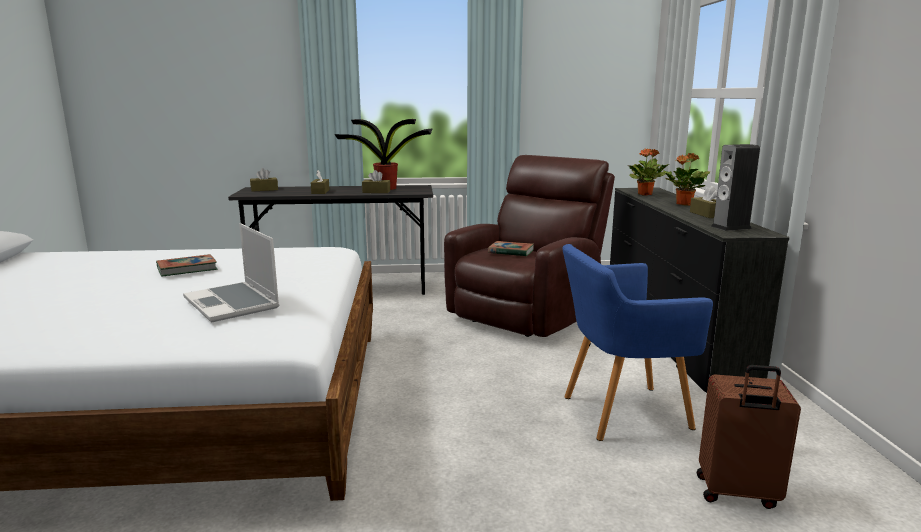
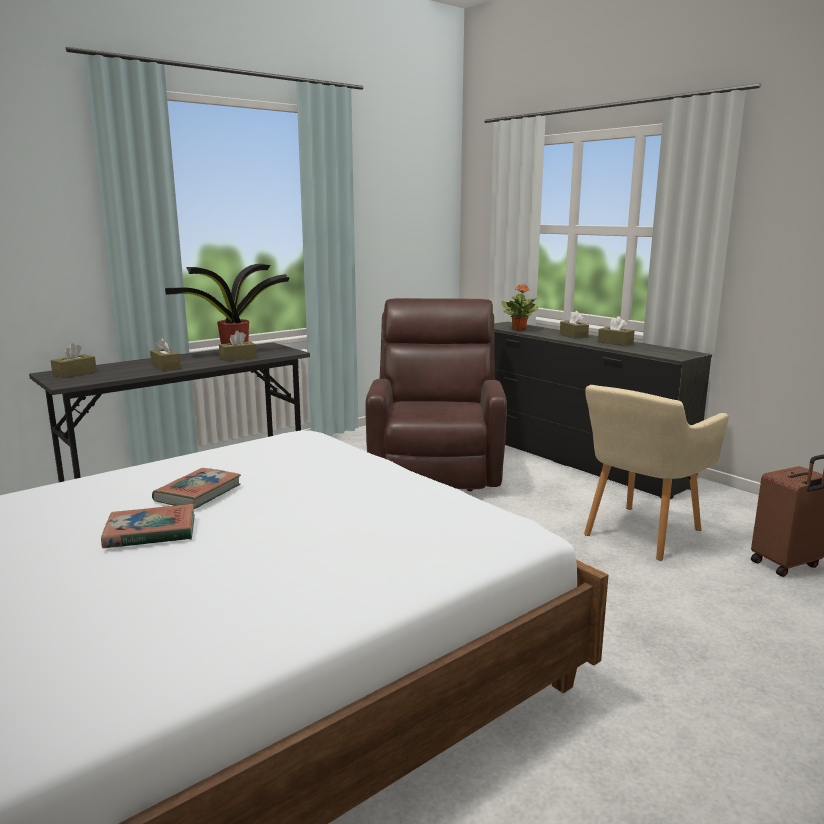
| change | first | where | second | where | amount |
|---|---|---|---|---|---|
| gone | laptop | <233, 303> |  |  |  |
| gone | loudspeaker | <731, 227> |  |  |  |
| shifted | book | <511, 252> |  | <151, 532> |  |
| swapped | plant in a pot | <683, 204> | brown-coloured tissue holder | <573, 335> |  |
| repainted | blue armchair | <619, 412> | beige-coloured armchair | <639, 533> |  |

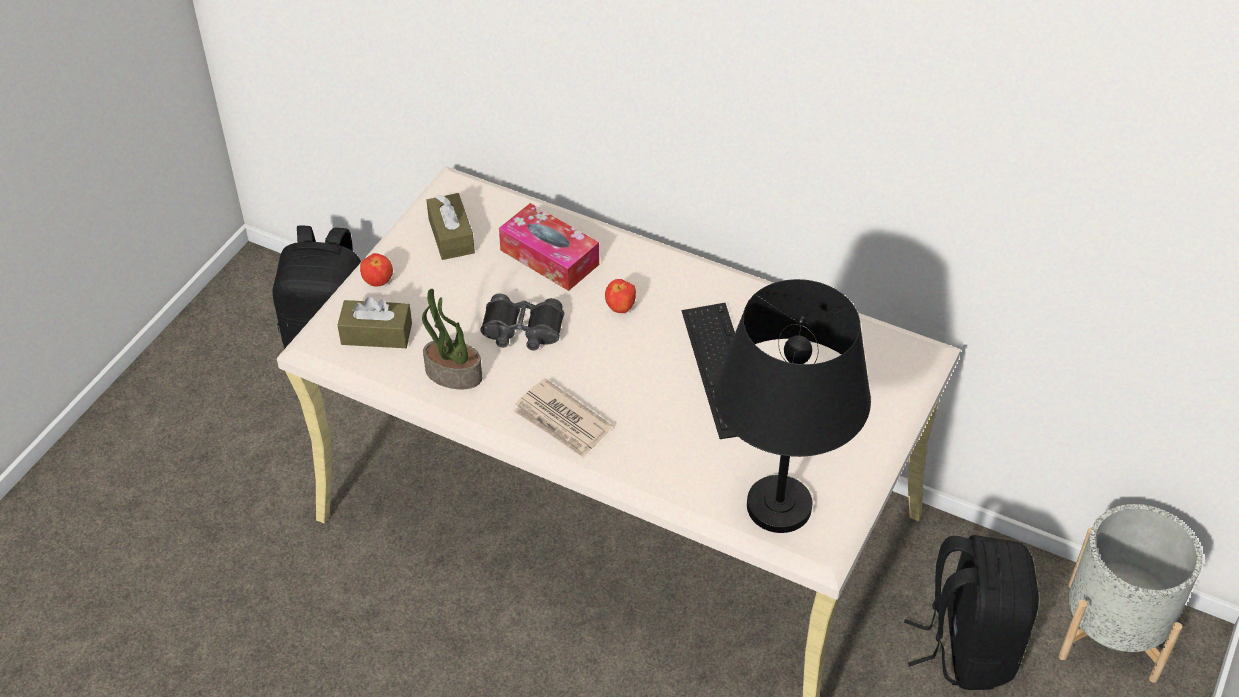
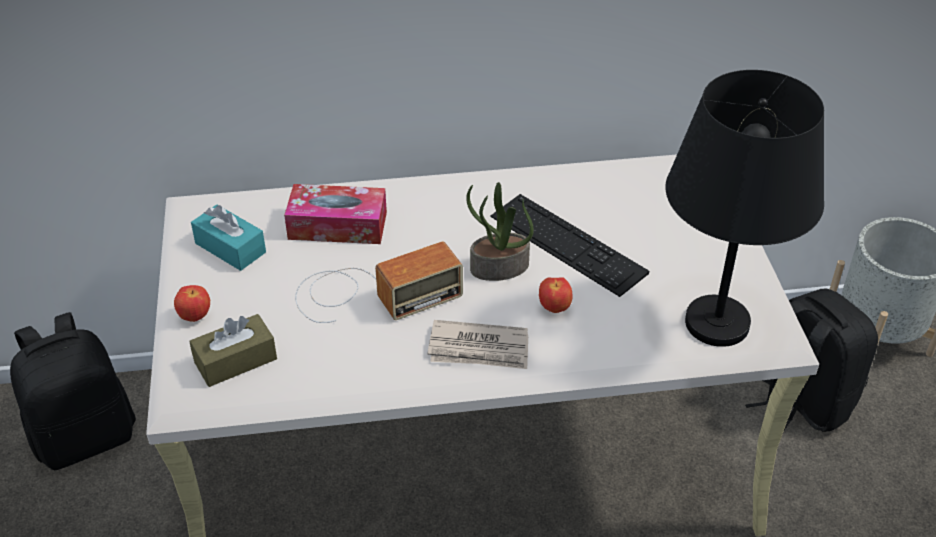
| change | first | where | second | where | amount |
|---|---|---|---|---|---|
| shifted | plant in a pot | <452, 374> |  | <499, 268> |  |
| shifted | apple fruit | <620, 308> |  | <555, 308> |  |
| swapped | black binoculars | <522, 331> | radio | <371, 293> |  |
| repainted | brown-coloured tissue holder | <451, 236> | turquoise-coloured tissue holder | <230, 248> |  |

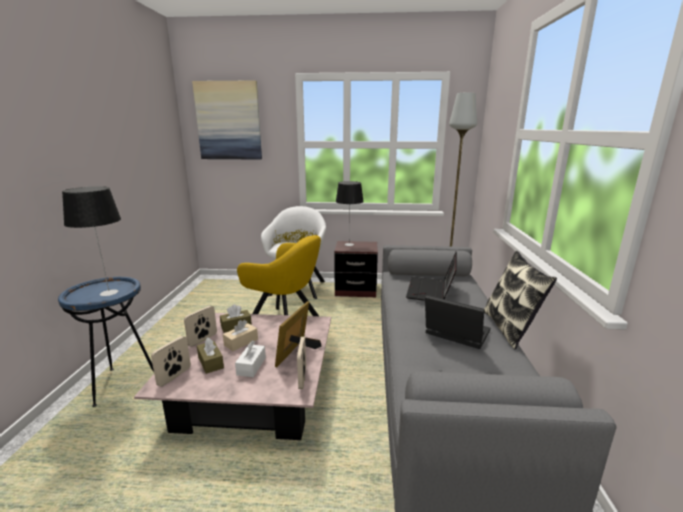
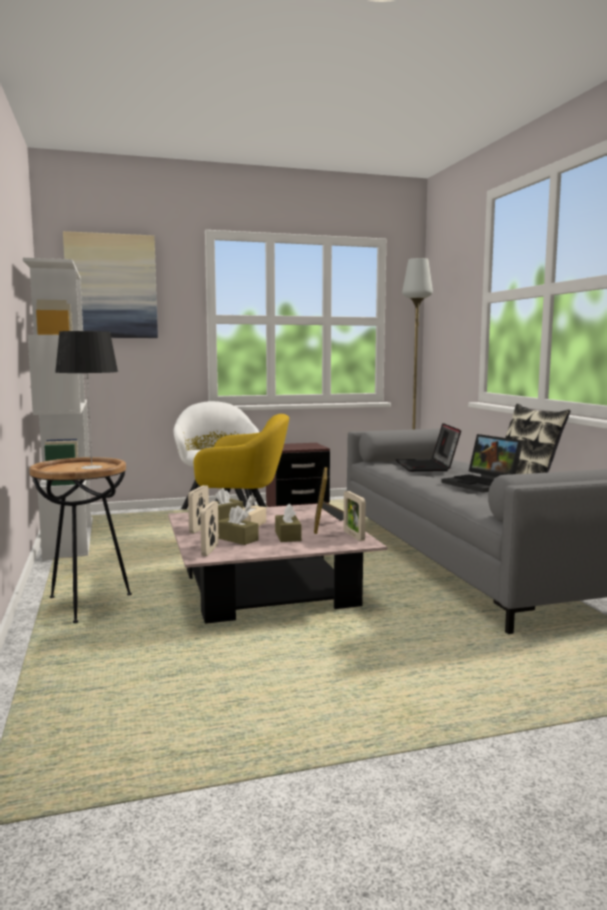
| change | first | where | second | where | amount |
|---|---|---|---|---|---|
| gone | lamp for a table | <349, 244> |  |  |  |
| new |  |  | whitish bookshelf | <69, 537> |  |
| repainted | blue accent table | <122, 384> | brown-coloured accent table | <86, 605> |  |
| repainted | whitish tissue holder | <251, 366> | brown-coloured tissue holder | <288, 536> |  |
| rotated | laptop | <454, 334> |  | <483, 484> | 135 degrees counterclockwise |

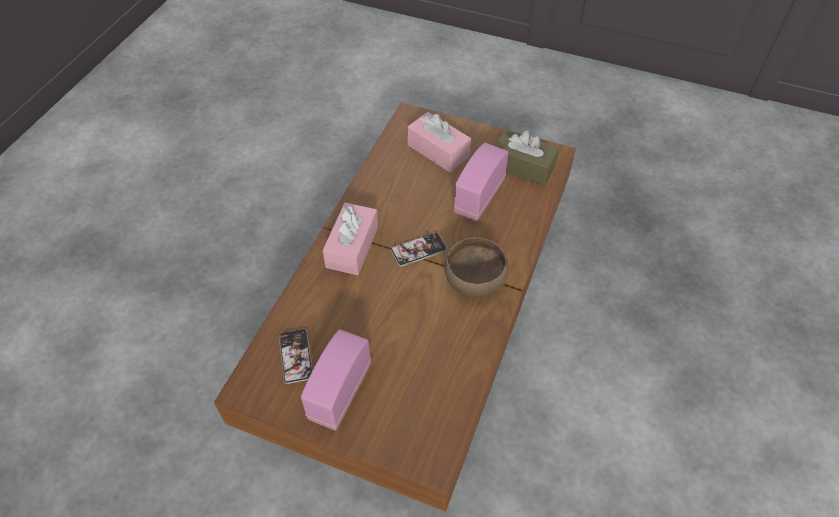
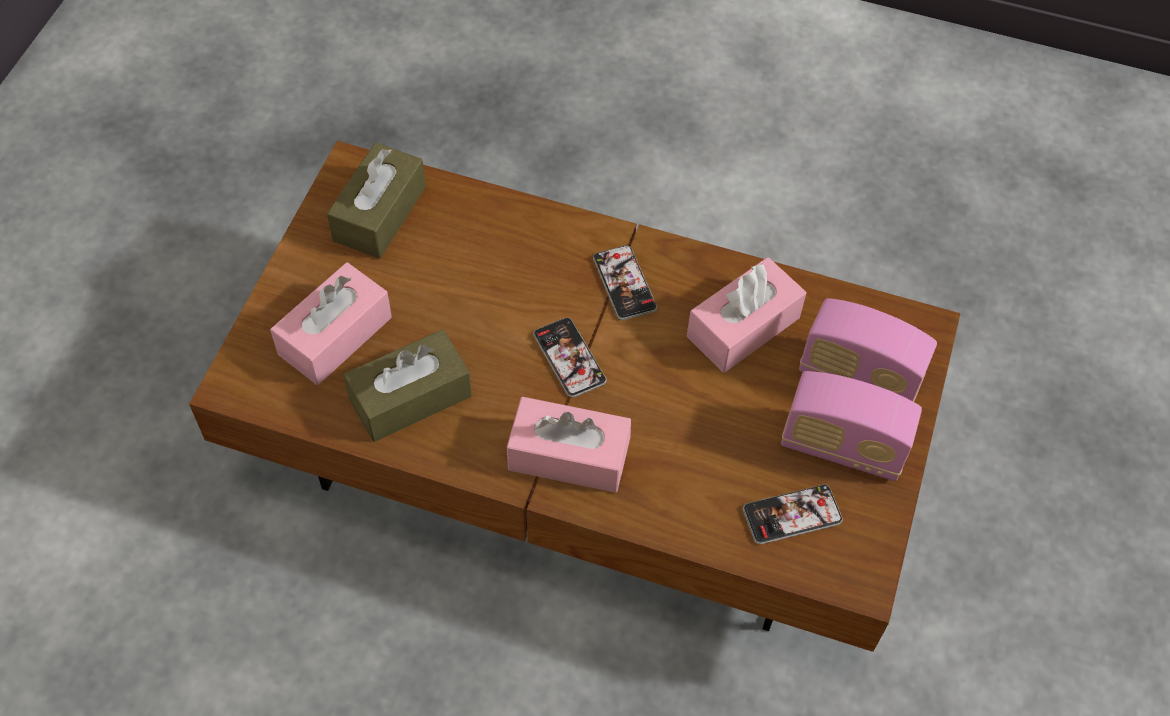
| change | first | where | second | where | amount |
|---|---|---|---|---|---|
| new |  |  | brown-coloured tissue holder | <410, 397> |  |
| new |  |  | pink-coloured tissue holder | <743, 327> |  |
| shifted | radio | <479, 197> |  | <858, 378> |  |
| swapped | brown-coloured serving bowl | <473, 280> | telephone | <624, 283> |  |

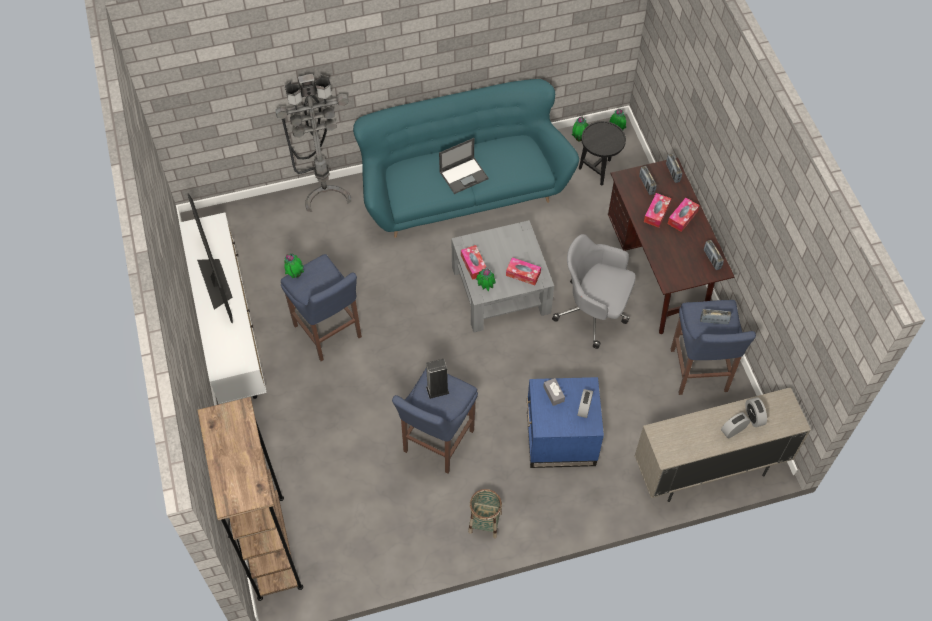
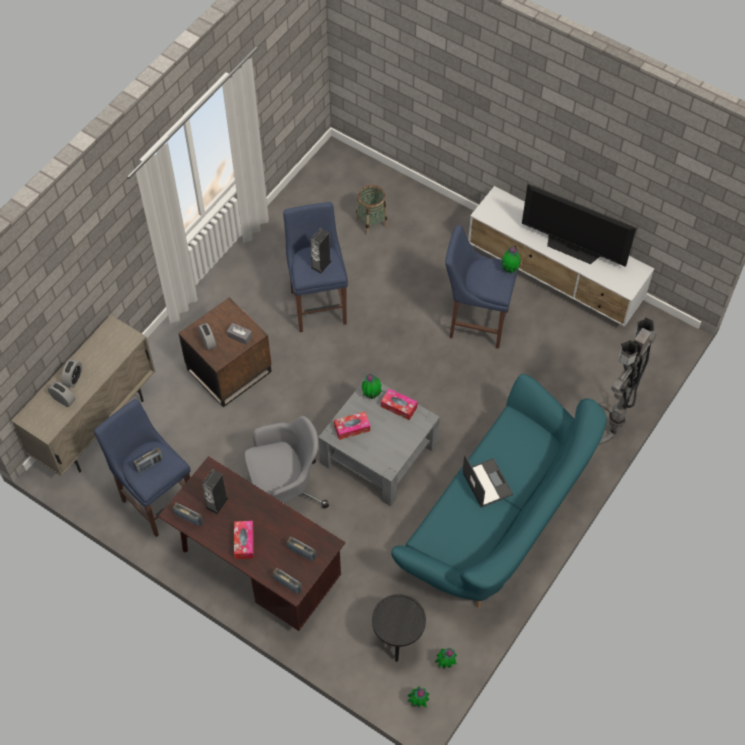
| change | first | where | second | where | amount |
|---|---|---|---|---|---|
| gone | brown-coloured bookshelf | <271, 547> |  |  |  |
| gone | tissue holder | <656, 213> |  |  |  |
| new |  |  | loudspeaker | <217, 503> |  |
| shifted | storage basket | <484, 522> |  | <371, 222> |  |
| repainted | blue accent table | <560, 439> | brown-coloured accent table | <228, 370> |  |
| rotated | laptop | <464, 175> |  | <486, 482> | 135 degrees clockwise |

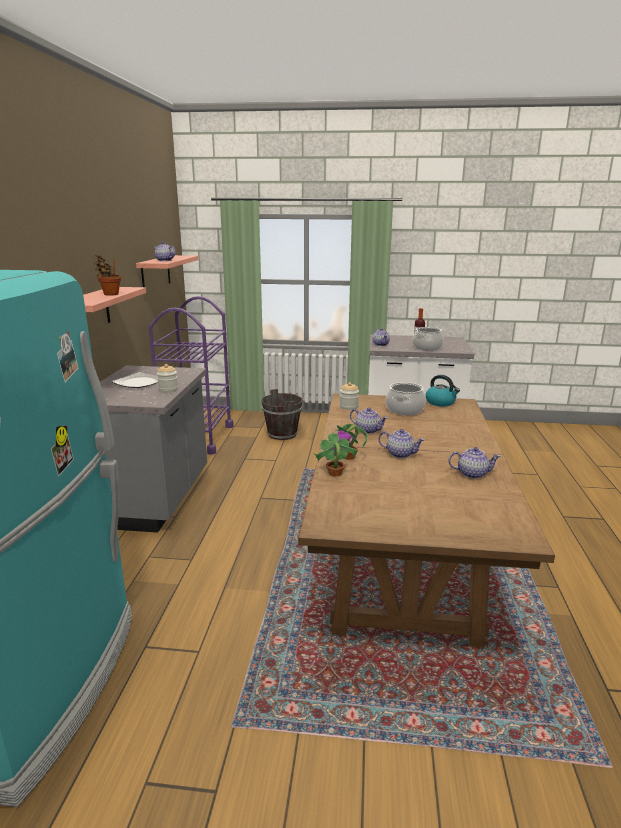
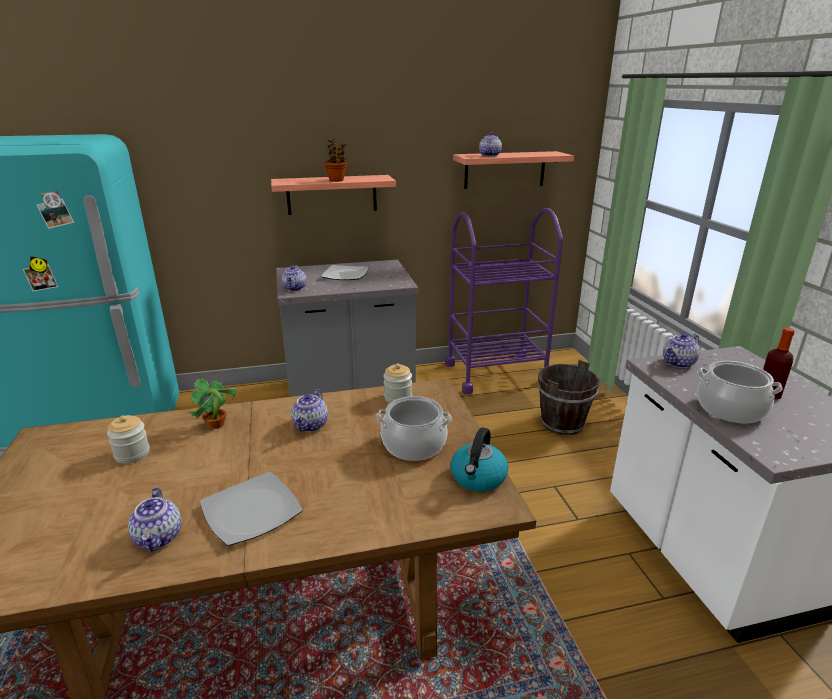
| change | first | where | second | where | amount |
|---|---|---|---|---|---|
| gone | plant in a pot | <334, 473> |  |  |  |
| new |  |  | flat dish | <252, 510> |  |
| shifted | preserve jar | <168, 389> |  | <132, 454> |  |
| shifted | tea pot | <400, 454> |  | <295, 288> |  |

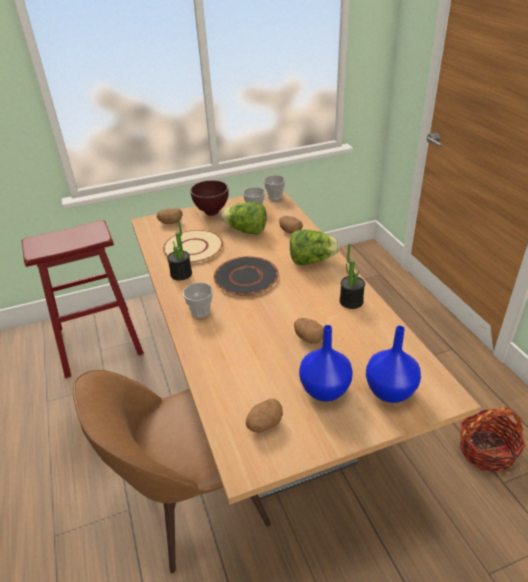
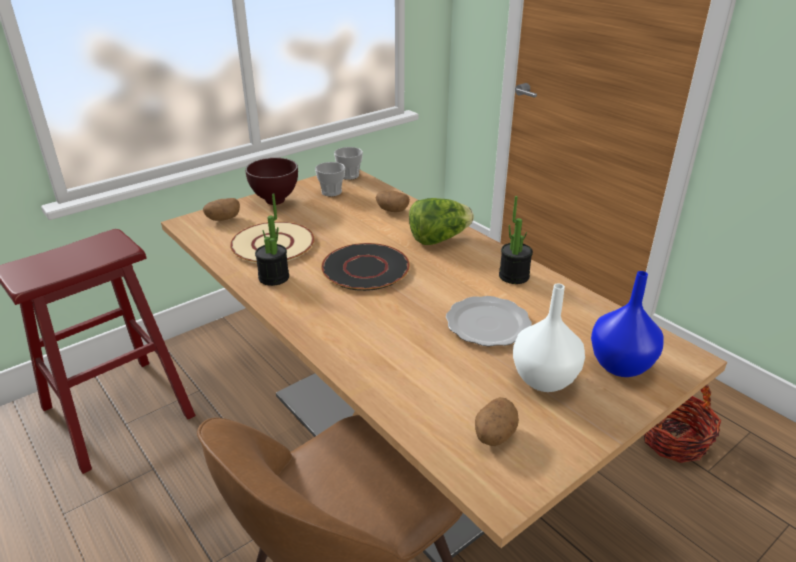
| change | first | where | second | where | amount |
|---|---|---|---|---|---|
| gone | cup | <200, 311> |  |  |  |
| gone | lettuce head | <246, 231> |  |  |  |
| swapped | potato | <309, 338> | flat dish | <488, 325> |  |
| repainted | blue flower vase | <324, 391> | whitish flower vase | <544, 380> |  |

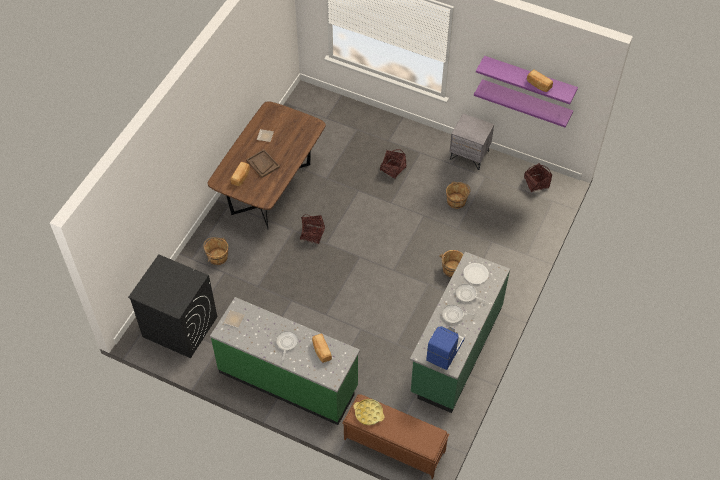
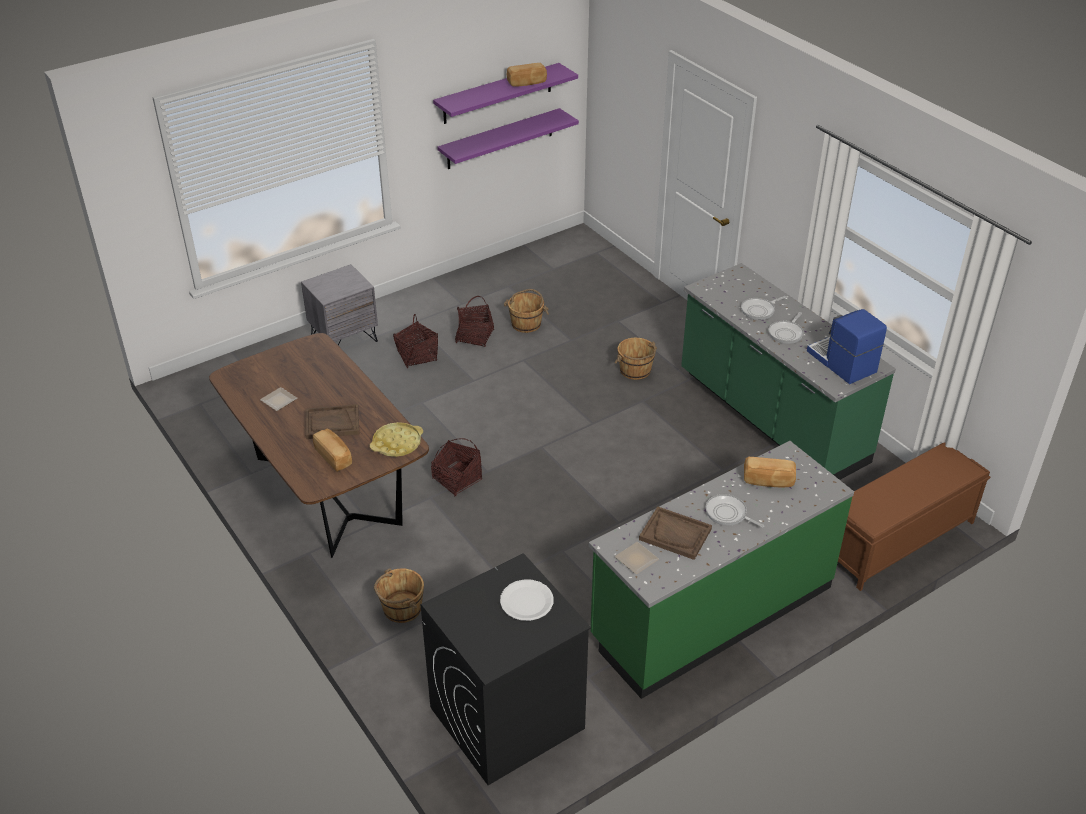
| change | first | where | second | where | amount |
|---|---|---|---|---|---|
| new |  |  | brown-coloured carrying tray | <675, 534> |  |
| shifted | yellow-coloured carrying tray | <368, 413> |  | <397, 443> |  |
| shifted | grey bedside table | <469, 155> |  | <344, 339> |  |
| shifted | whitish flat dish | <475, 274> |  | <526, 601> |  |
| shifted | storage basket | <536, 183> |  | <475, 336> |  |

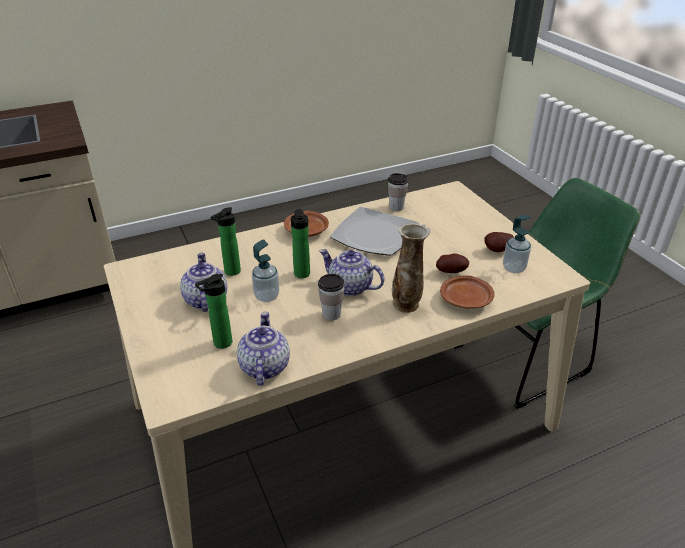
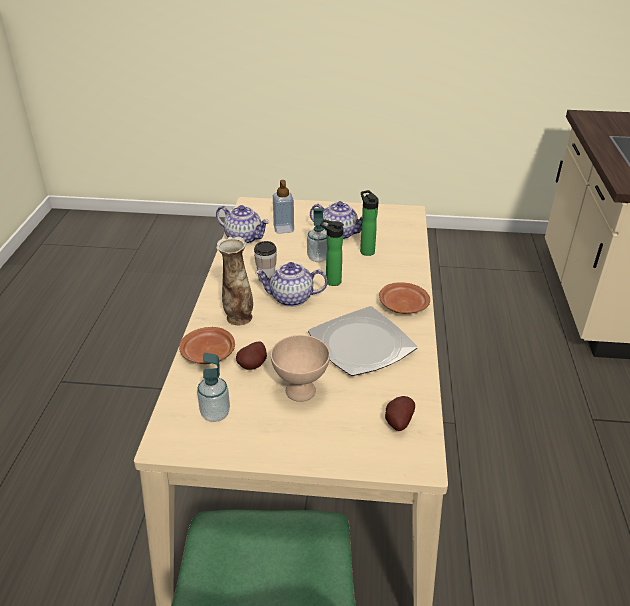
| change | first | where | second | where | amount |
|---|---|---|---|---|---|
| gone | cup | <396, 207> |  |  |  |
| new |  |  | beige-coloured serving bowl | <301, 390> |  |
| shifted | potato | <498, 251> |  | <397, 422> |  |
| swapped | drink bottle | <220, 344> | soap bottle | <283, 229> |  |
| rotated | tea pot | <350, 287> |  | <291, 298> | 150 degrees counterclockwise |

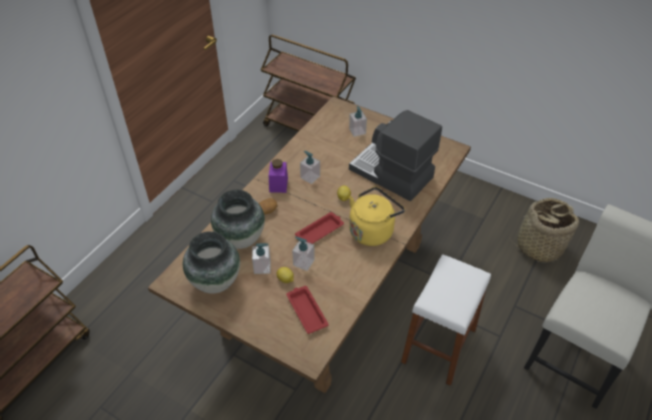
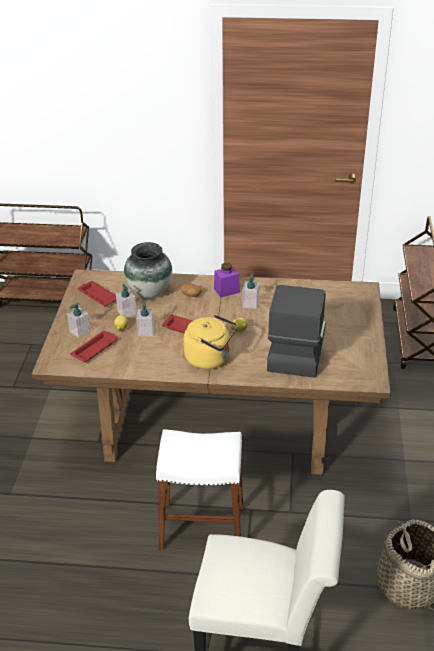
| change | first | where | second | where | amount |
|---|---|---|---|---|---|
| shifted | soap bottle | <357, 131> |  | <79, 331> |  |
| swapped | flower vase | <216, 282> | reddish carrying tray | <98, 296> |  |

